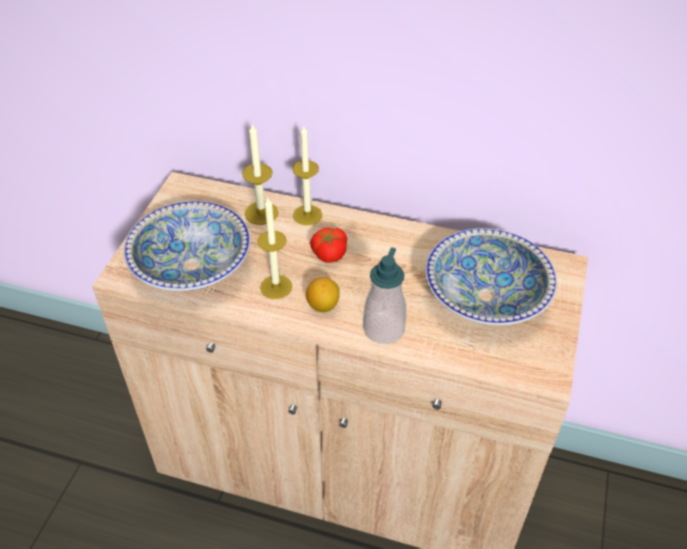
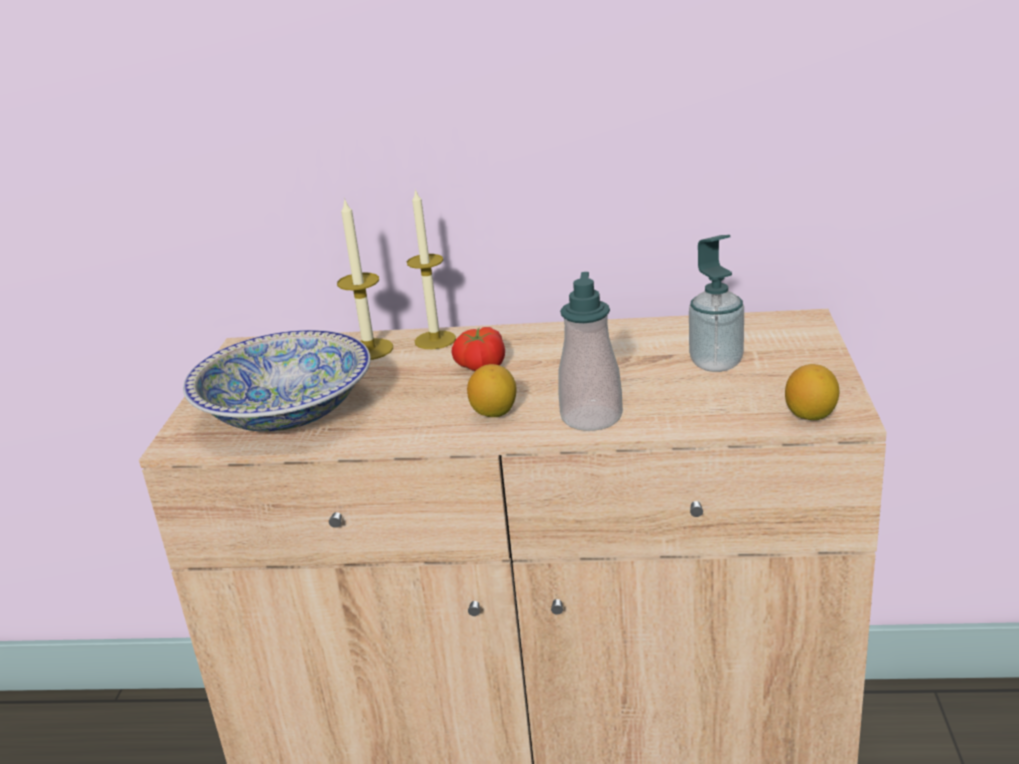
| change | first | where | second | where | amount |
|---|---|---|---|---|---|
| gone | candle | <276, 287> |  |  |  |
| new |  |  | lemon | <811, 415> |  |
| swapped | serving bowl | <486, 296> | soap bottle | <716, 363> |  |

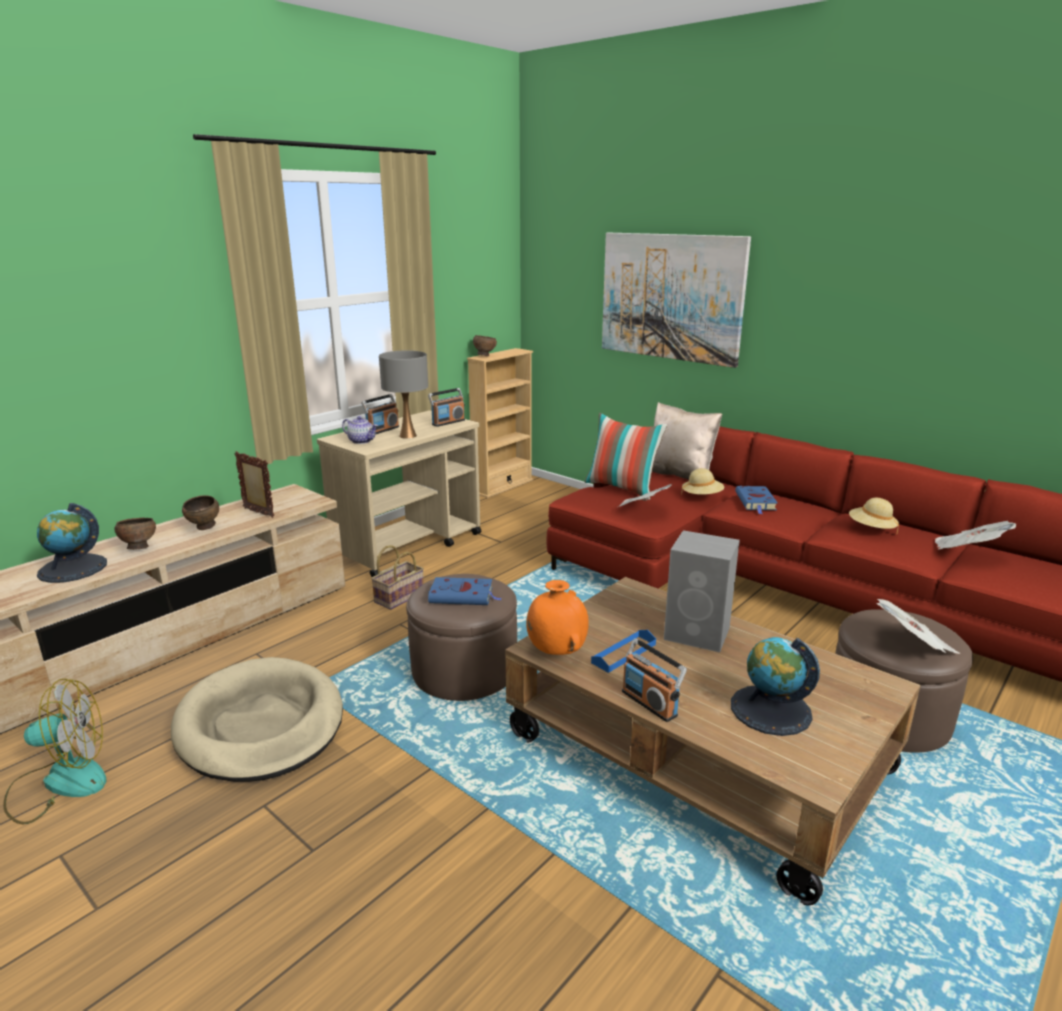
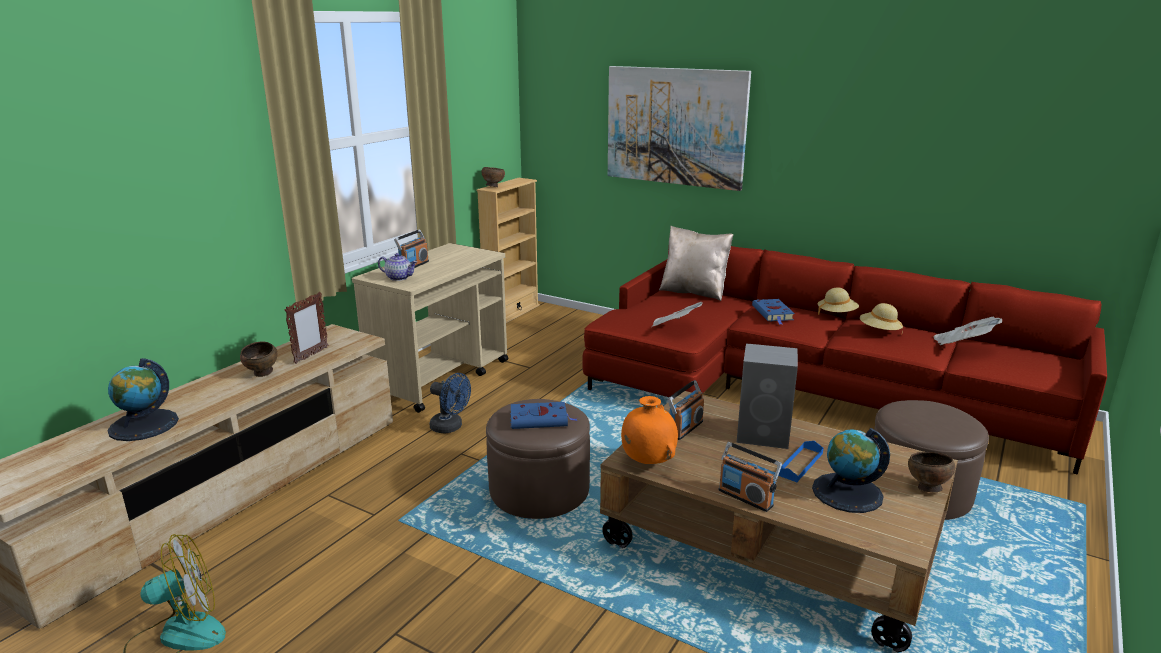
| change | first | where | second | where | amount |
|---|---|---|---|---|---|
| gone | beige-coloured dog cushion | <260, 725> |  |  |  |
| gone | grey lamp for a table | <407, 436> |  |  |  |
| gone | cushion | <622, 488> |  |  |  |
| gone | daily paper | <913, 646> |  |  |  |
| shifted | brown-coloured serving bowl | <139, 548> |  | <926, 488> |  |
| shifted | radio | <448, 422> |  | <685, 428> |  |
| shifted | blue carrying tray | <624, 653> |  | <800, 464> |  |
| shifted | beige-coloured hat | <702, 496> |  | <836, 314> |  |
| swapped | storage basket | <399, 596> | blue fan | <450, 427> |  |
| rotated | photo frame | <258, 513> |  | <311, 355> | 90 degrees clockwise |

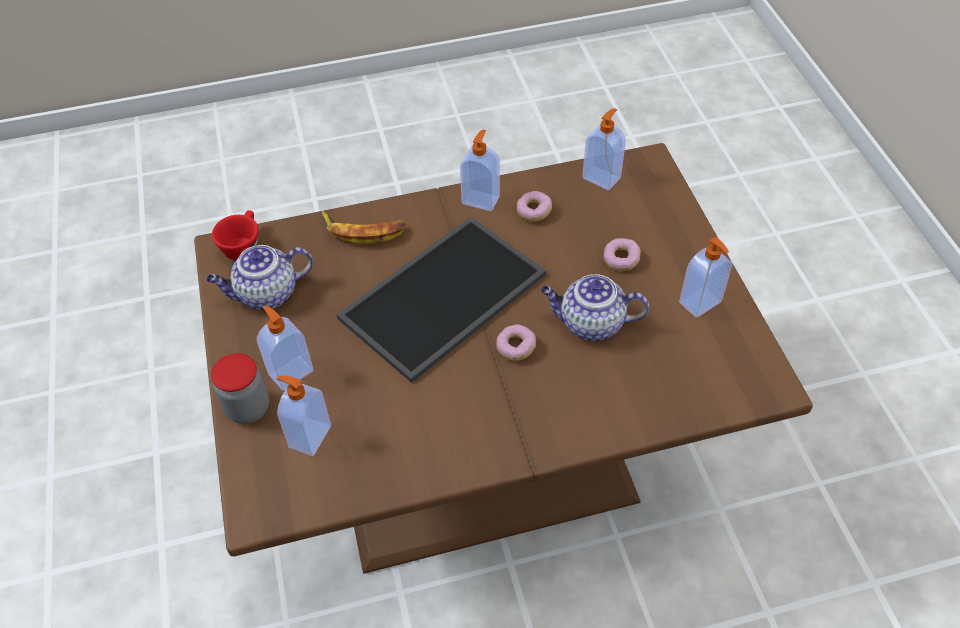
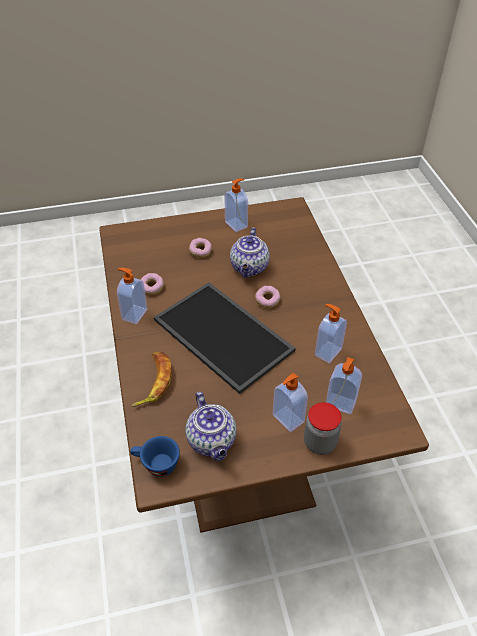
| change | first | where | second | where | amount |
|---|---|---|---|---|---|
| shifted | soap bottle | <602, 177> |  | <327, 352> |  |
| repainted | reddish cup | <243, 245> | blue cup | <156, 464> |  |

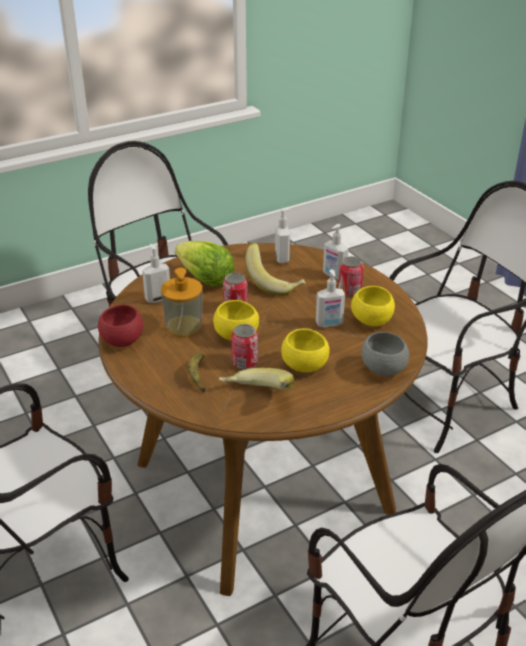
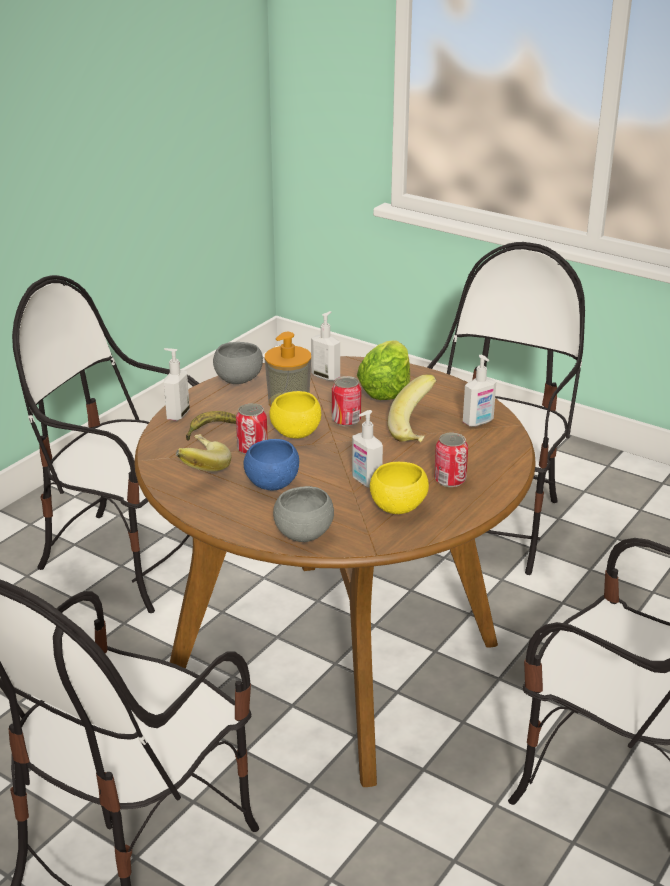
| change | first | where | second | where | amount |
|---|---|---|---|---|---|
| shifted | soap bottle | <334, 275> |  | <177, 414> |  |
| repainted | reddish serving bowl | <122, 340> | grey serving bowl | <239, 380> |  |
| repainted | yellow-coloured serving bowl | <304, 366> | blue serving bowl | <272, 484> |  |

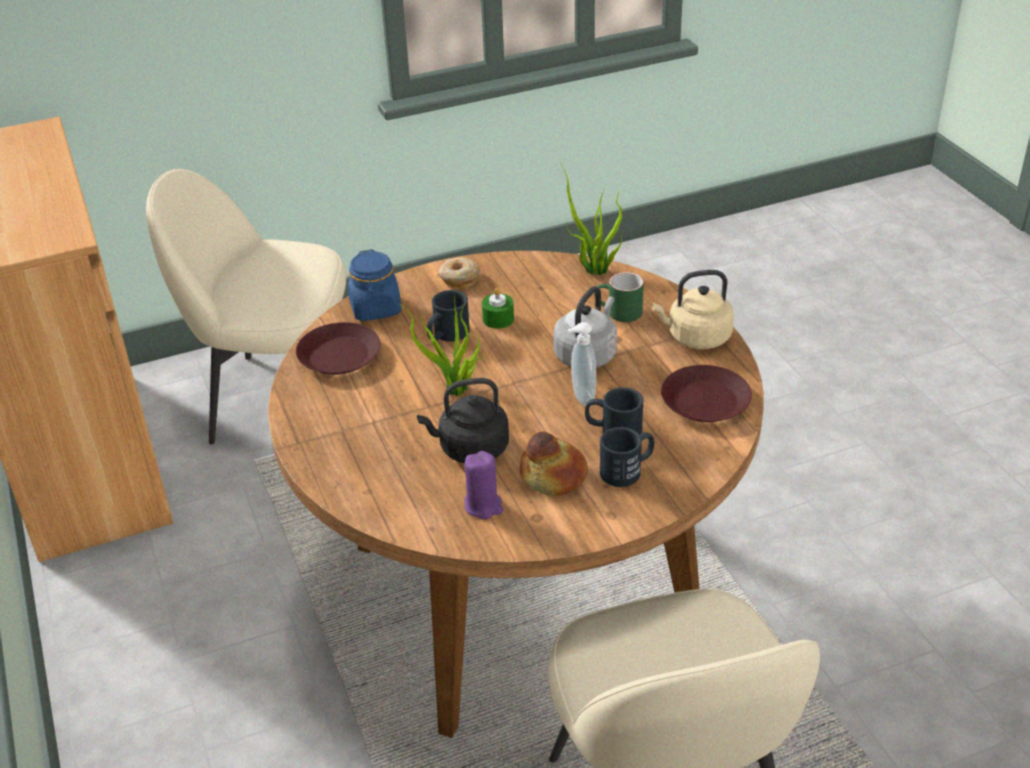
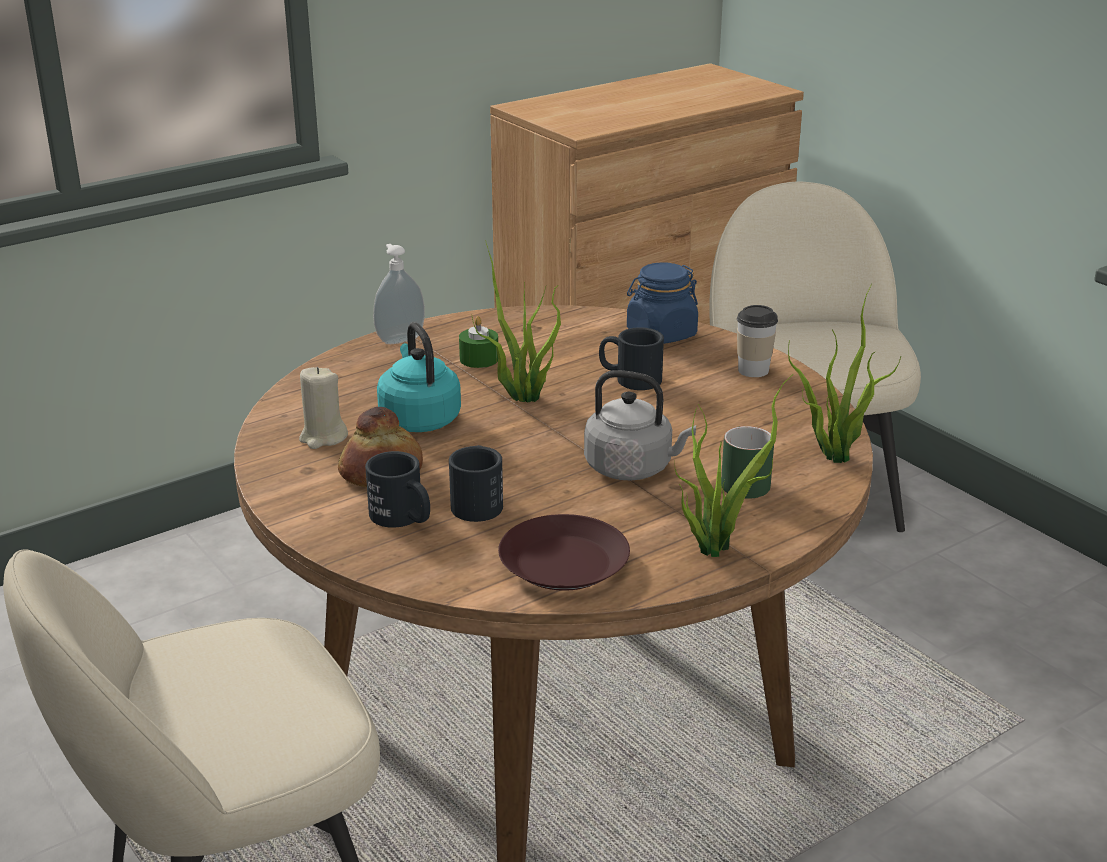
| change | first | where | second | where | amount |
|---|---|---|---|---|---|
| gone | brown-coloured flat dish | <339, 356> |  |  |  |
| shifted | green candle | <498, 319> |  | <479, 359> |  |
| shifted | soap bottle | <581, 397> |  | <399, 339> |  |
| swapped | doughnut | <459, 278> | cup | <753, 370> |  |
| swapped | beige-coloured water kettle | <695, 337> | plant in a pot | <714, 545> |  |
| repainted | black water kettle | <470, 449> | turquoise-coloured water kettle | <418, 418> |  |
| repainted | purple candle | <483, 506> | beige-coloured candle | <323, 437> |  |

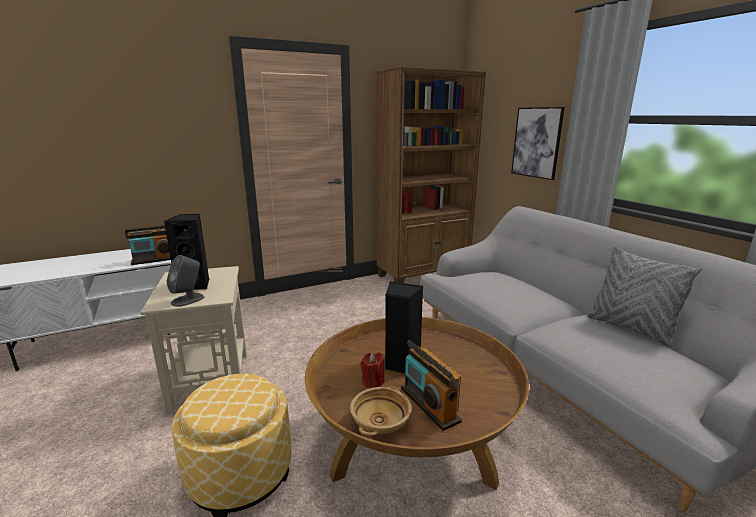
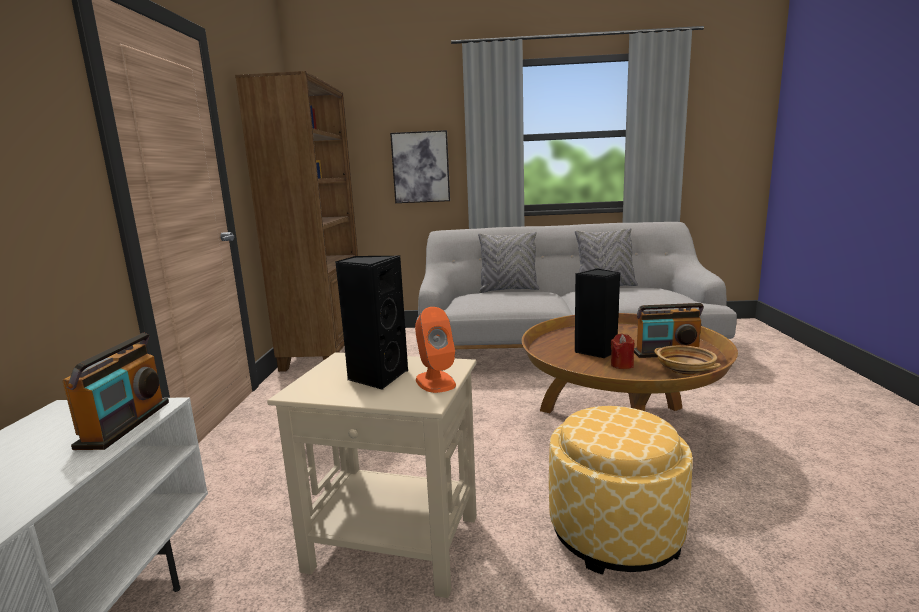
| change | first | where | second | where | amount |
|---|---|---|---|---|---|
| new |  |  | grey cushion | <508, 290> |  |
| repainted | grey loudspeaker | <188, 300> | orange loudspeaker | <435, 381> |  |

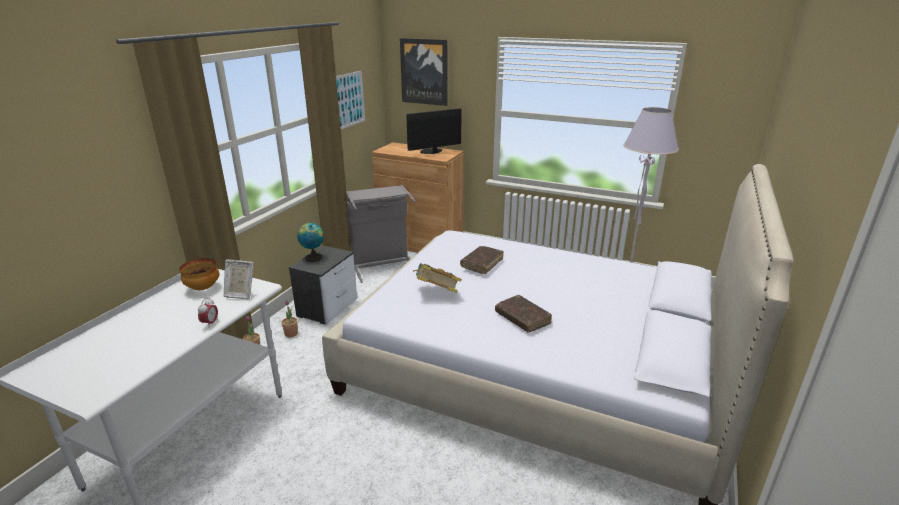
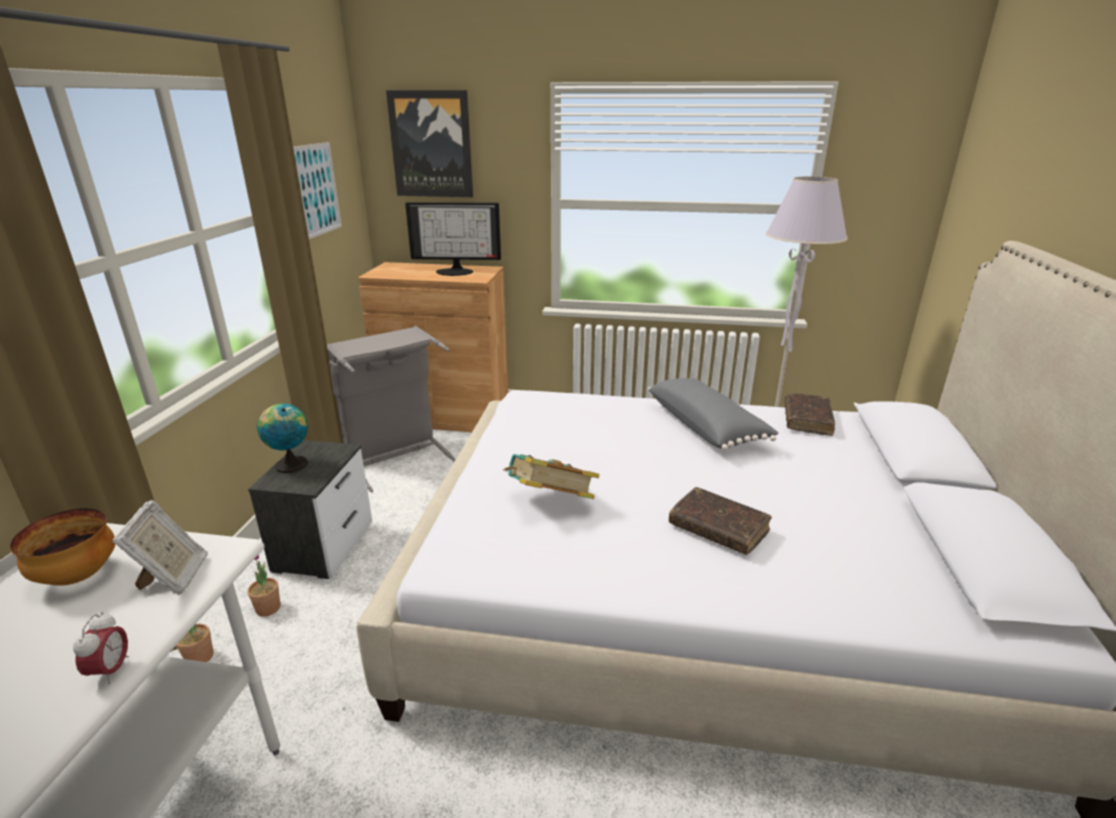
| change | first | where | second | where | amount |
|---|---|---|---|---|---|
| new |  |  | grey cushion | <706, 427> |  |
| shifted | brown-coloured book | <482, 263> |  | <807, 420> |  |
| rotated | photo frame | <240, 294> |  | <173, 577> | 90 degrees counterclockwise |
| rotated | computer screen | <431, 152> |  | <455, 271> | 135 degrees counterclockwise |

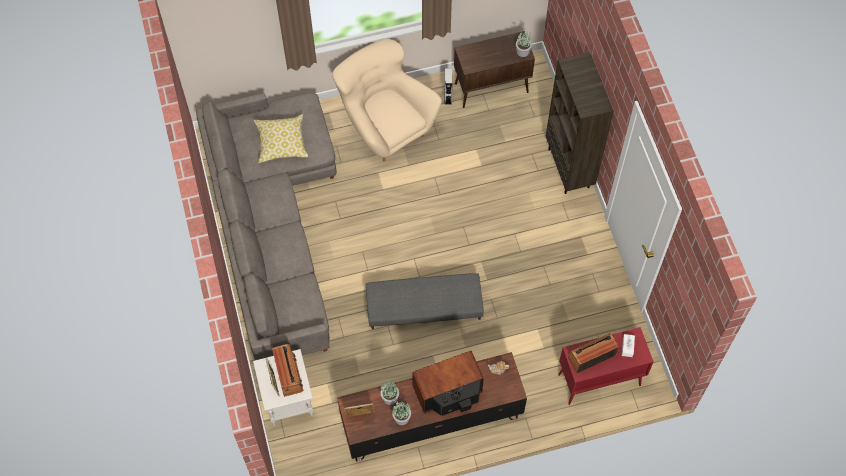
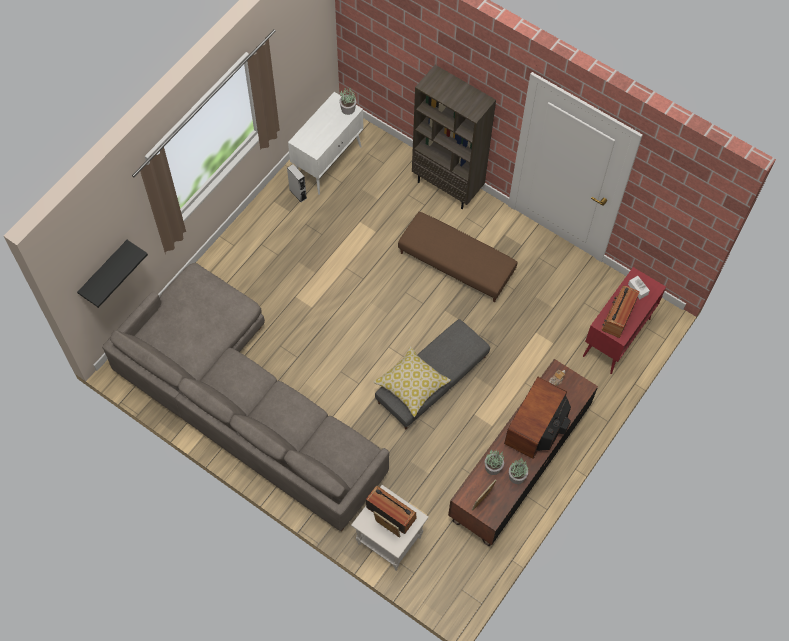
| change | first | where | second | where | amount |
|---|---|---|---|---|---|
| gone | beige-coloured armchair | <385, 127> |  |  |  |
| new |  |  | black bracket shelf | <104, 272> |  |
| new |  |  | brown-coloured ottoman | <456, 263> |  |
| shifted | cushion | <281, 143> |  | <411, 385> |  |
| repainted | brown-coloured storage cabinet | <492, 88> | whitish storage cabinet | <328, 162> |  |

